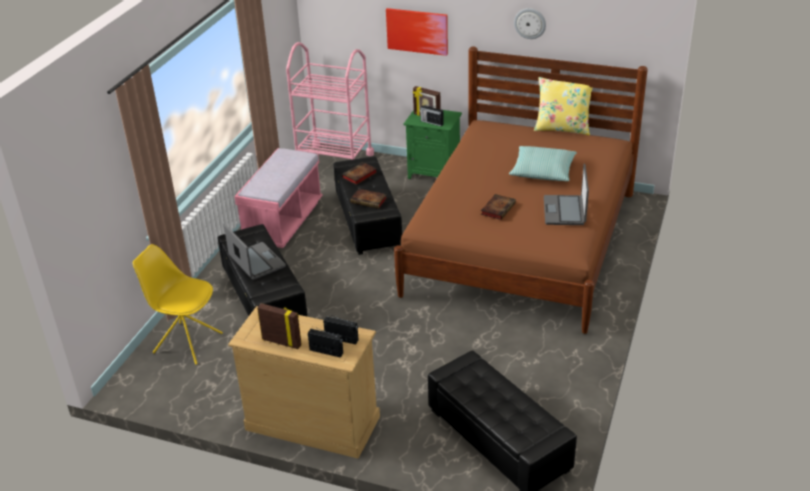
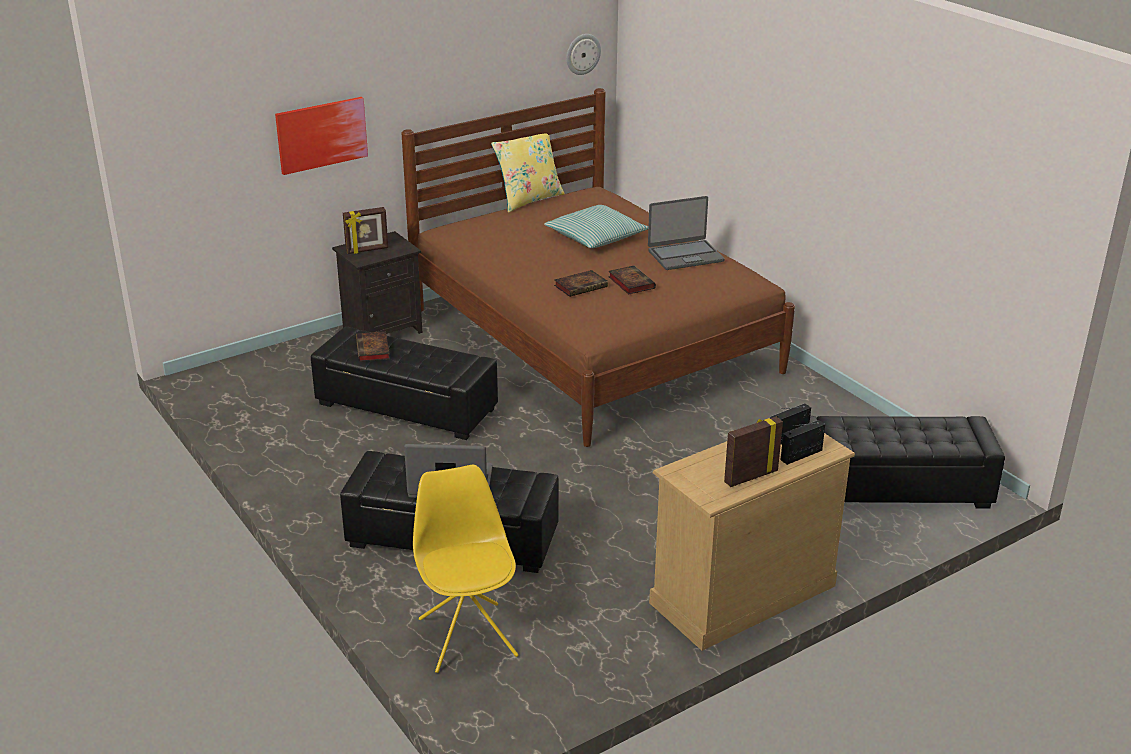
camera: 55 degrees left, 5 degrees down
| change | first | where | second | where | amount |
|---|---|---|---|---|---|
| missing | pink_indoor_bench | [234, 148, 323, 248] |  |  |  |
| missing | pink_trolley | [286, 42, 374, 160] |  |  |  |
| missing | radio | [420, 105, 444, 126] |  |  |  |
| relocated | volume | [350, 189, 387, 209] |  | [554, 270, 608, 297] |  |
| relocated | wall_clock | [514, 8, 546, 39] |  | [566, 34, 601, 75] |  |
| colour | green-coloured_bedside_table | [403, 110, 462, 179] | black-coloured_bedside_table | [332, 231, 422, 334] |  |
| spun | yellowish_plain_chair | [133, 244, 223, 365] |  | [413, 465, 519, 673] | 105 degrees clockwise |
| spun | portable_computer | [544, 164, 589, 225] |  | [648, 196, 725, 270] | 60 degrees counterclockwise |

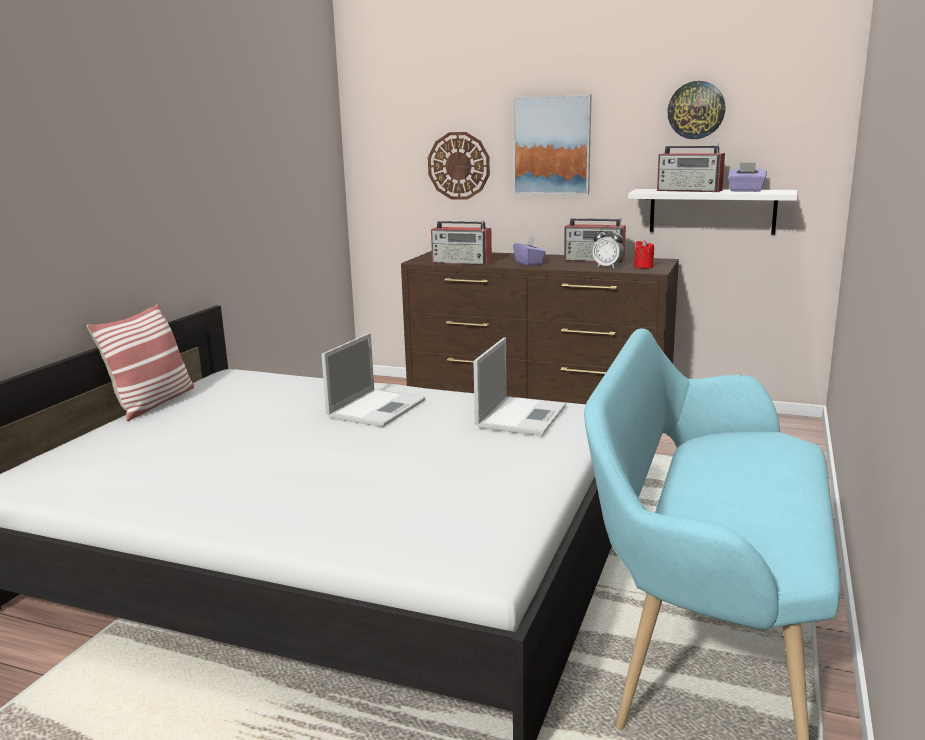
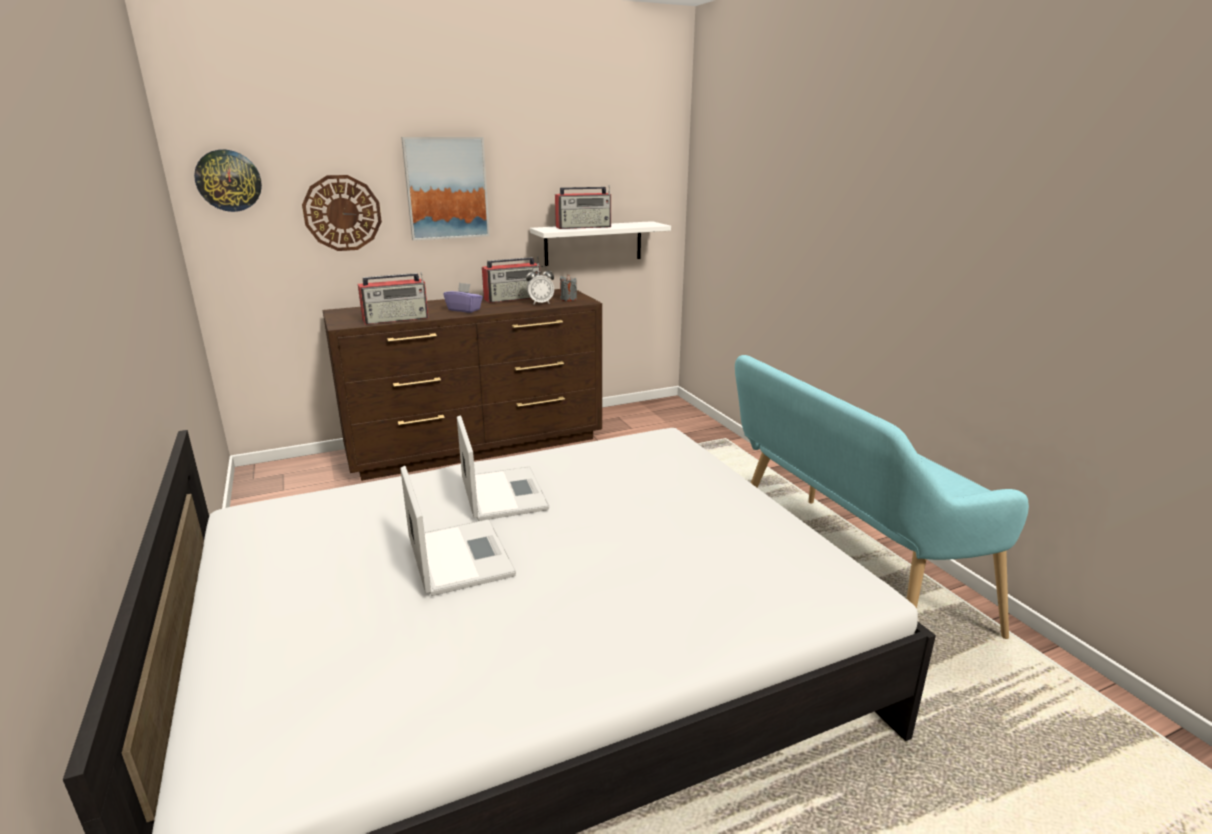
camera: 45 degrees left, 5 degrees up
| change | first | where | second | where | amount |
|---|---|---|---|---|---|
| missing | pillow | [87, 304, 194, 421] |  |  |  |
| missing | purple_tissue_holder | [728, 162, 767, 192] |  |  |  |
| relocated | portable_computer | [473, 337, 566, 436] |  | [400, 466, 516, 596] |  |
| relocated | wall_clock | [667, 81, 726, 139] |  | [194, 150, 262, 212] |  |
| colour | red_wax_candle | [634, 240, 654, 269] | gray_wax_candle | [560, 275, 577, 301] |  |

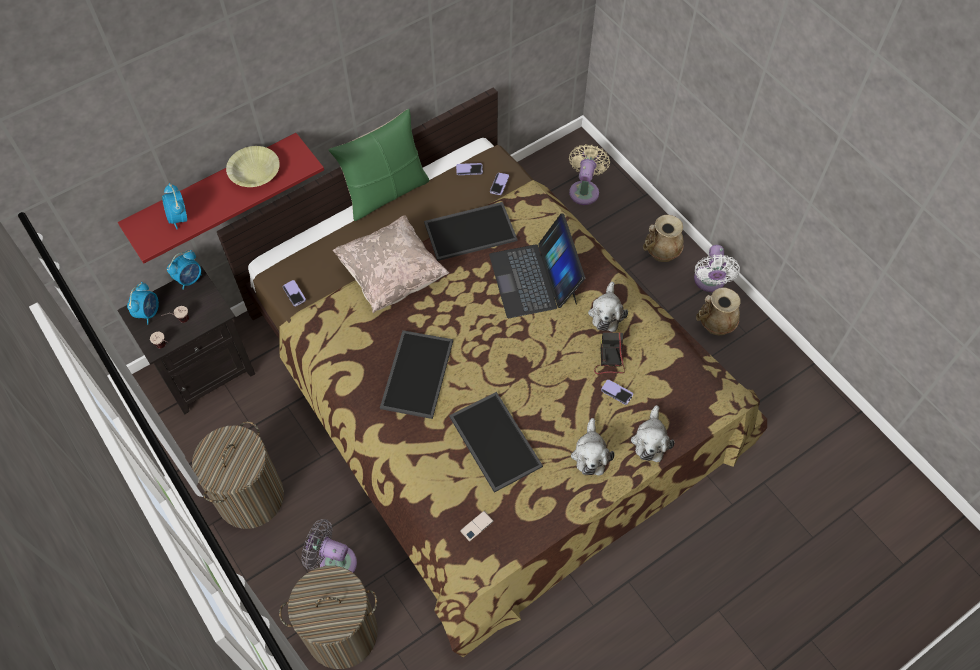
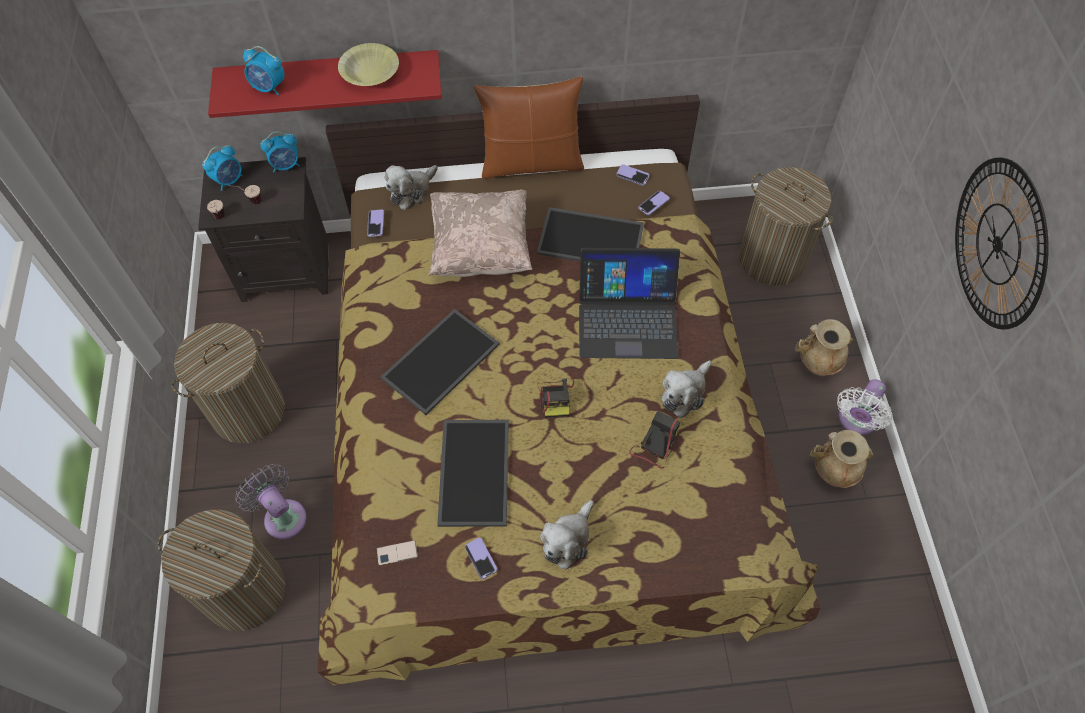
camera: 30 degrees right, 0 degrees up
| change | first | where | second | where | amount |
|---|---|---|---|---|---|
| appeared |  |  | photo_camera | [538, 379, 574, 418] |  |
| appeared |  |  | wall_clock | [955, 158, 1049, 329] |  |
| relocated | telephone | [601, 380, 633, 405] |  | [465, 538, 497, 579] |  |
| relocated | plush_toy | [631, 405, 675, 462] |  | [385, 165, 438, 210] |  |
| exchanged | sand-coloured_cooling_fan | [569, 144, 610, 205] | laundry_basket | [739, 167, 833, 286] |  |
| colour | green-coloured_pillow | [329, 108, 430, 221] | brown-coloured_pillow | [473, 76, 584, 179] |  |
| spun | table_clock | [162, 183, 187, 229] |  | [243, 46, 285, 95] | 75 degrees counterclockwise |
| spun | portable_computer | [489, 213, 585, 318] |  | [579, 248, 680, 359] | 105 degrees counterclockwise |

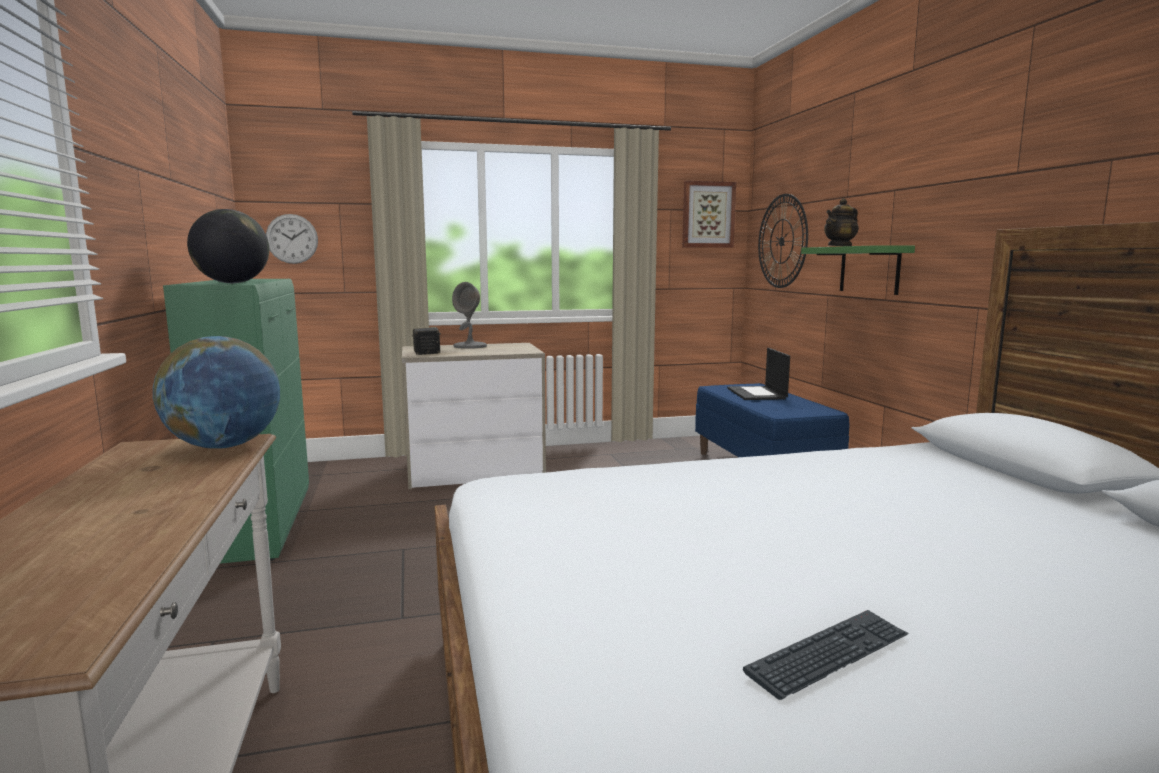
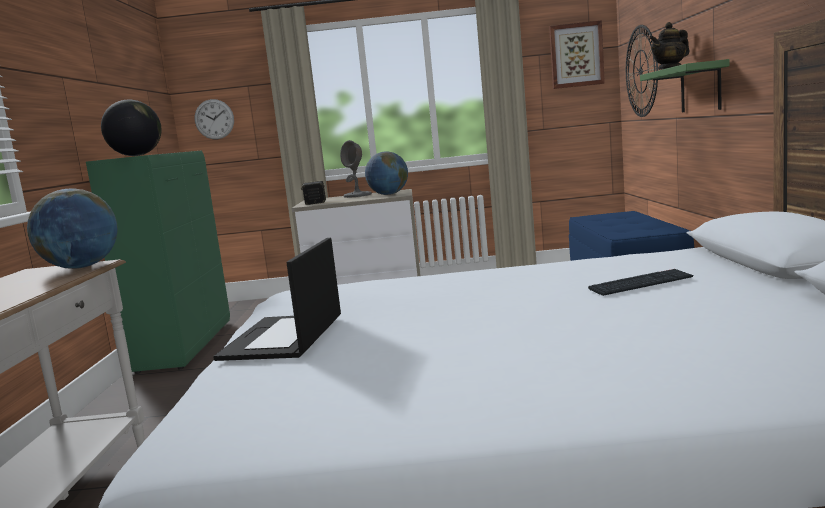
camera: 15 degrees right, 0 degrees up
| change | first | where | second | where | amount |
|---|---|---|---|---|---|
| appeared |  |  | desk_globe | [365, 152, 408, 195] |  |
| relocated | portable_computer | [727, 348, 790, 400] |  | [213, 238, 341, 361] |  |
| relocated | PC_keyboard | [743, 610, 909, 700] |  | [588, 269, 694, 296] |  |

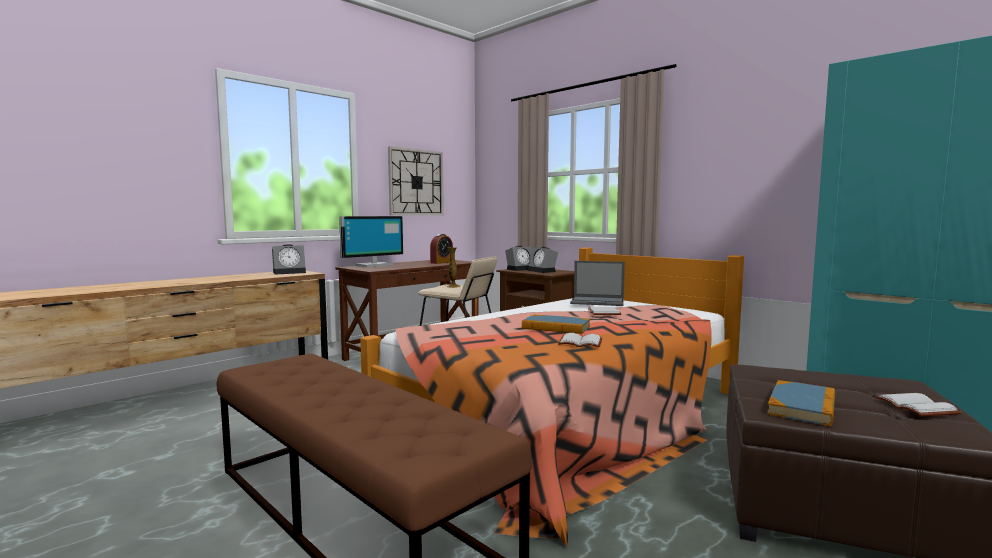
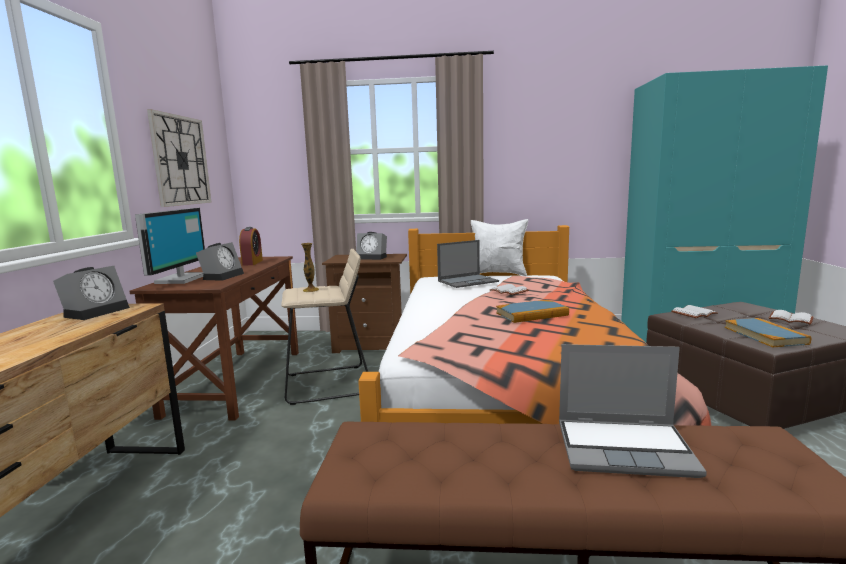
camera: 40 degrees left, 5 degrees up
| change | first | where | second | where | amount |
|---|---|---|---|---|---|
| appeared |  |  | whitish_pillow | [471, 219, 528, 276] |  |
| appeared |  |  | portable_computer | [559, 344, 707, 478] |  |
| relocated | table_clock | [505, 246, 532, 271] |  | [196, 242, 244, 281] |  |
| relocated | whitish_volume | [558, 333, 602, 347] |  | [671, 305, 718, 318] |  |

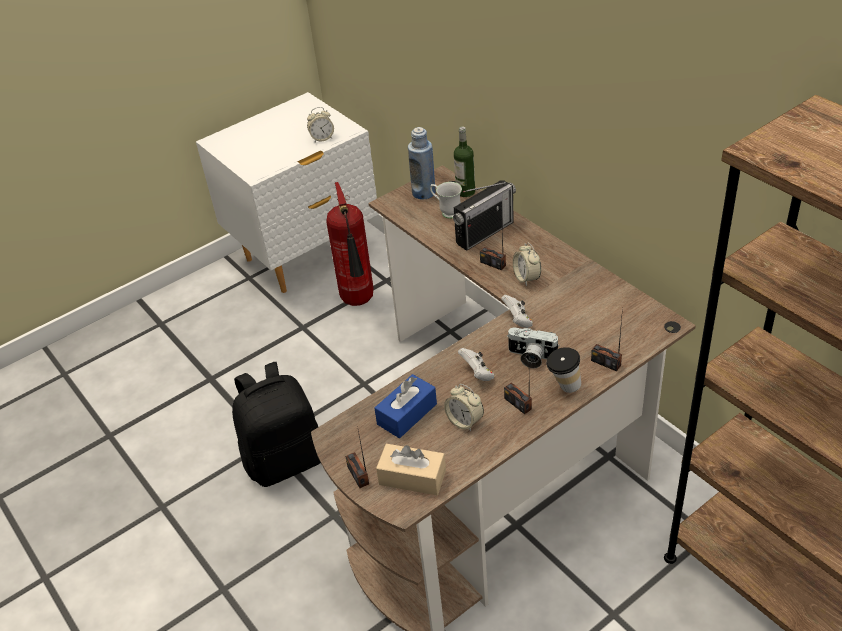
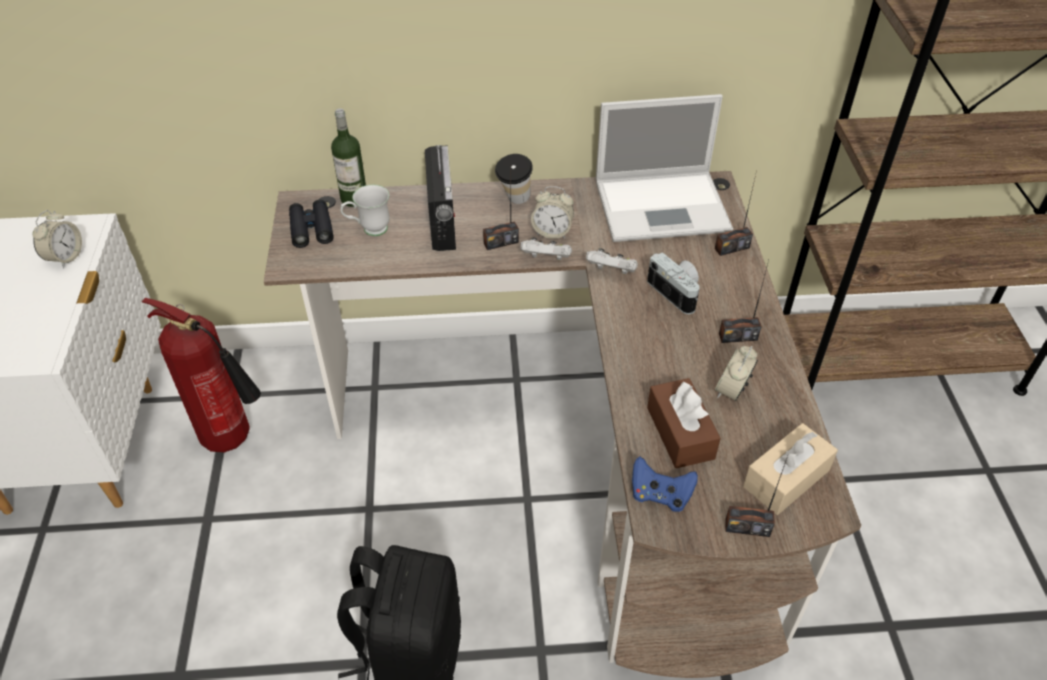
camera: 60 degrees left, 5 degrees up
| change | first | where | second | where | amount |
|---|---|---|---|---|---|
| appeared |  |  | portable_computer | [596, 94, 733, 242] |  |
| appeared |  |  | blue-coloured_game_controller | [632, 457, 698, 512] |  |
| relocated | whitish_game_controller | [458, 348, 494, 381] |  | [520, 237, 572, 261] |  |
| relocated | drinking_cup | [546, 347, 581, 393] |  | [495, 154, 533, 204] |  |
| exchanged | blue-coloured_bottle | [408, 127, 436, 200] | black-coloured_pair_of_binoculars | [289, 200, 334, 248] |  |
| colour | blue-coloured_tissue_holder | [374, 374, 437, 438] | brown-coloured_tissue_holder | [647, 378, 721, 468] |  |
| spun | table_clock | [444, 384, 484, 431] |  | [714, 346, 758, 401] | 135 degrees clockwise |
| spun | photo_camera | [507, 327, 560, 368] |  | [647, 252, 700, 314] | 90 degrees counterclockwise |

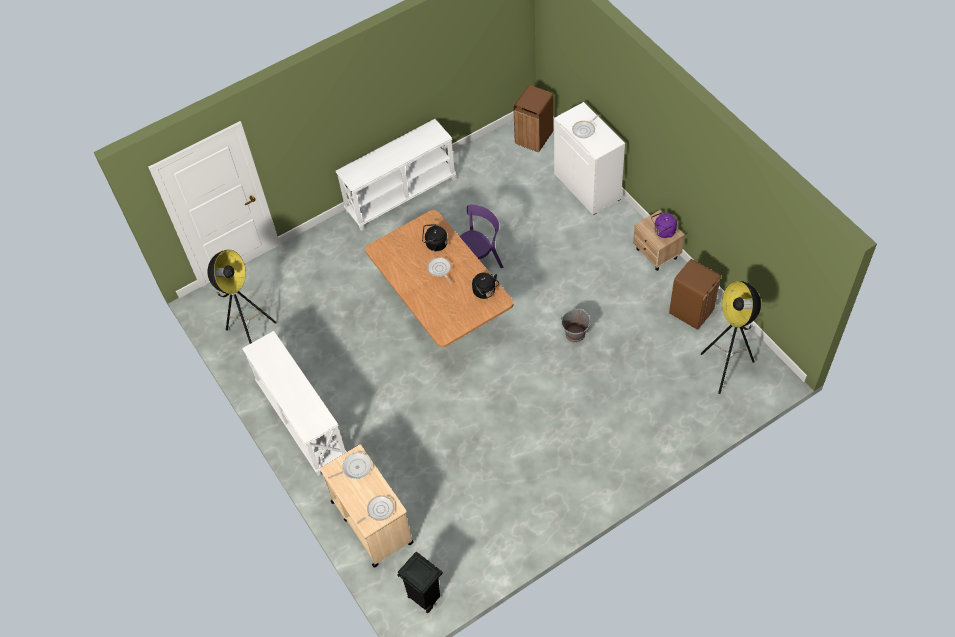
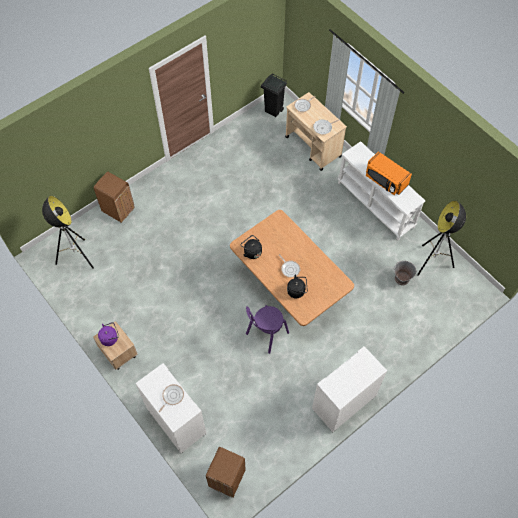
camera: 170 degrees right, 5 degrees up
| change | first | where | second | where | amount |
|---|---|---|---|---|---|
| appeared |  |  | orange-coloured_kitchen_microwave | [366, 151, 412, 195] |  |
| relocated | gray_pail | [560, 309, 591, 343] |  | [393, 261, 418, 285] |  |
| relocated | brown-coloured_waste_bin | [669, 259, 721, 330] |  | [94, 171, 135, 223] |  |
| exchanged | whitish_narrow_table | [336, 119, 456, 231] | whitish_storage_cabinet | [312, 347, 387, 433] |  |

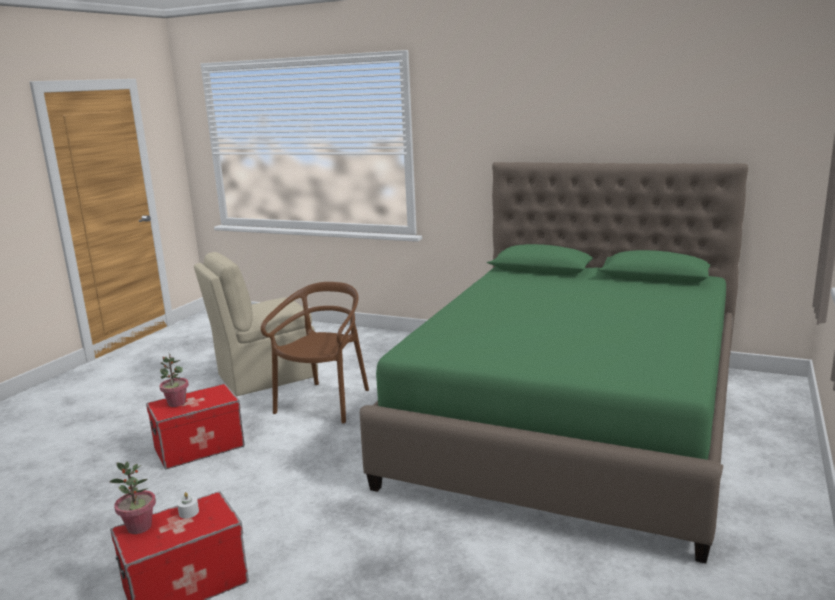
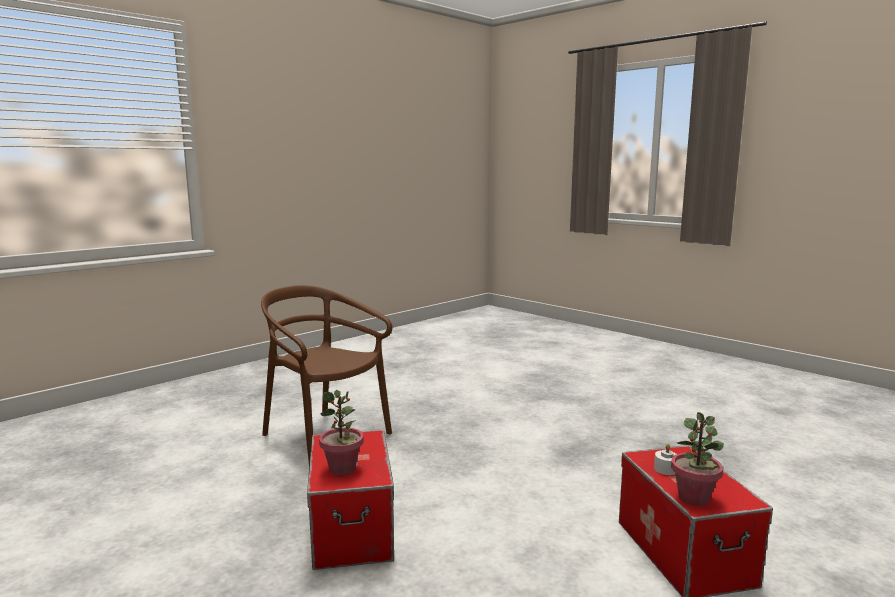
camera: 70 degrees left, 5 degrees down
| change | first | where | second | where | amount |
|---|---|---|---|---|---|
| missing | sand-coloured_plain_chair | [194, 252, 318, 396] |  |  |  |
| missing | green-coloured_bed | [359, 162, 748, 563] |  |  |  |

